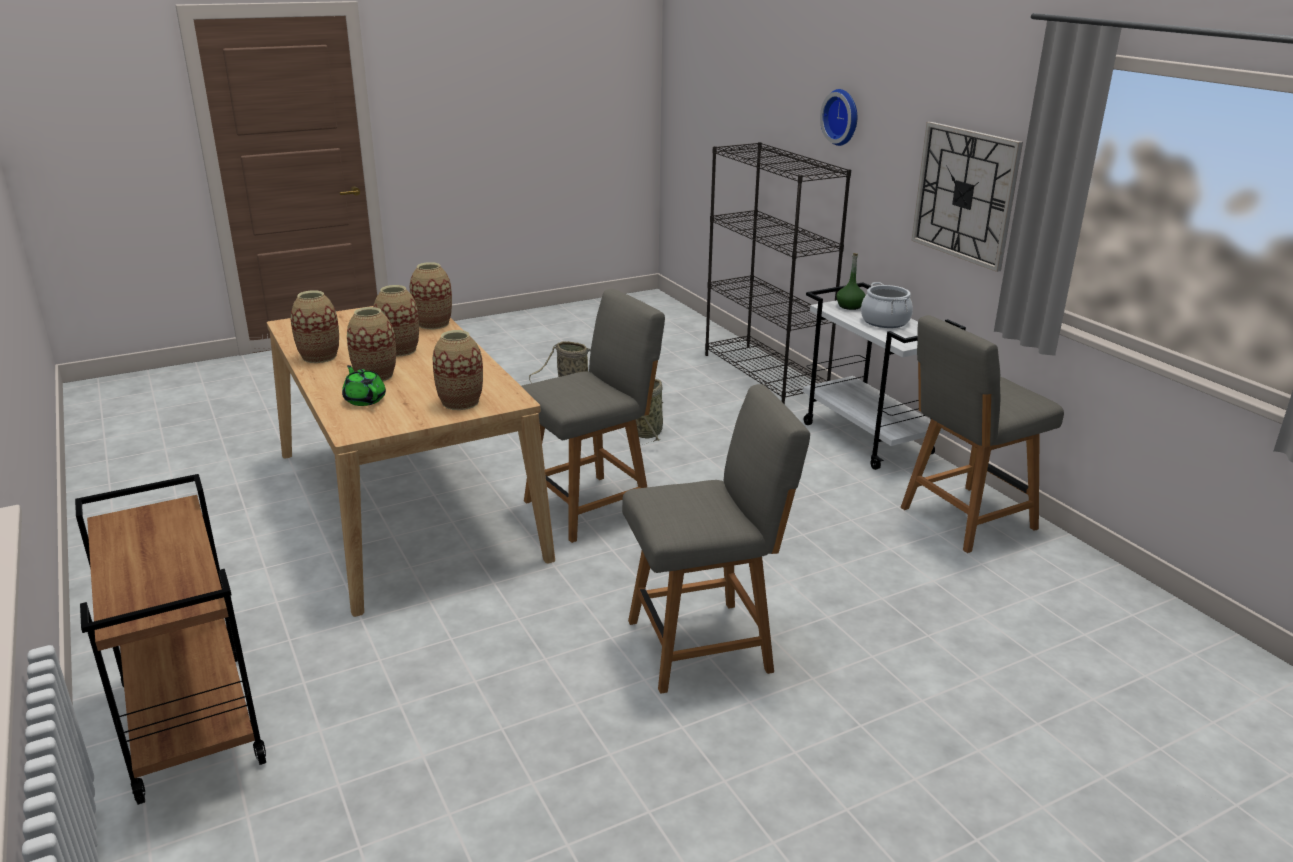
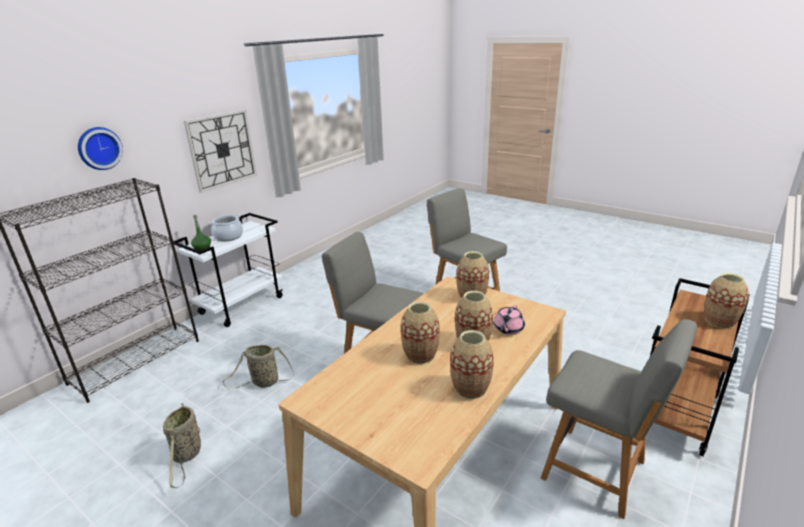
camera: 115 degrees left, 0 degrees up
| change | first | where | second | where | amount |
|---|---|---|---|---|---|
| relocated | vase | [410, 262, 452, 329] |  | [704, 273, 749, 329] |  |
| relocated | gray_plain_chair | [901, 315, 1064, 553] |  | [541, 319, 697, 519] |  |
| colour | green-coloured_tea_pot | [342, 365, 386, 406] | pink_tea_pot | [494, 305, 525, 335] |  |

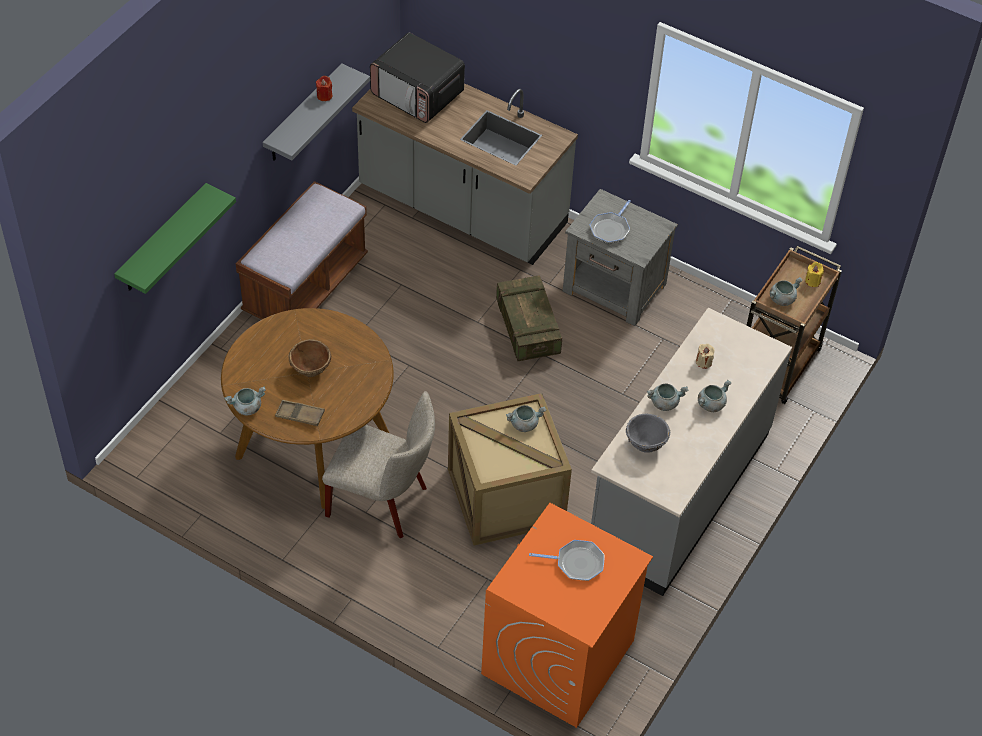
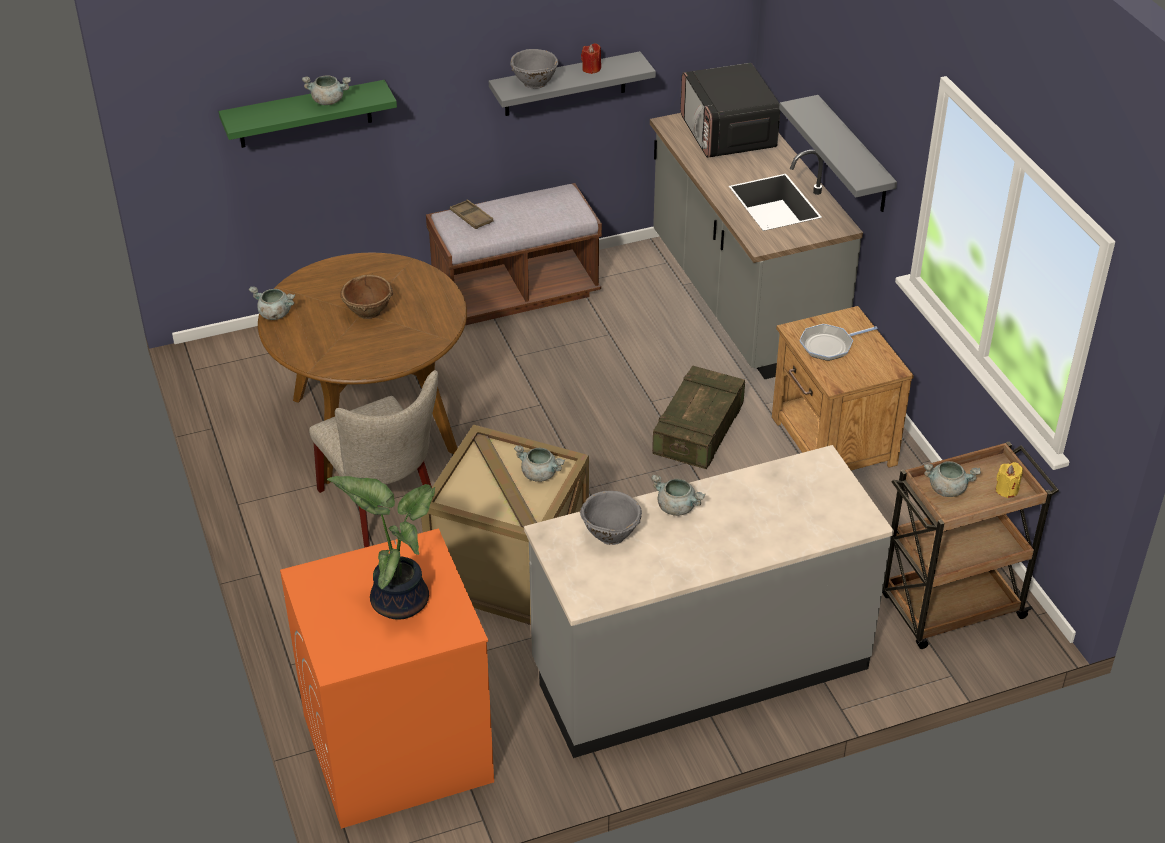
camera: 40 degrees right, 10 degrees down
| change | first | where | second | where | amount |
|---|---|---|---|---|---|
| missing | sand-coloured_wax_candle | [696, 344, 714, 369] |  |  |  |
| appeared |  |  | gray_deep_dish | [510, 49, 559, 89] |  |
| appeared |  |  | gray_bracket_shelf | [779, 95, 897, 212] |  |
| relocated | brown-coloured_serving_tray | [275, 400, 325, 426] |  | [450, 200, 494, 229] |  |
| relocated | gray_cooking_pot | [698, 380, 731, 412] |  | [302, 75, 351, 105] |  |
| exchanged | skillet | [529, 540, 605, 581] | plant_in_a_pot | [327, 476, 435, 620] |  |
| colour | gray_bedside_table | [563, 189, 678, 326] | brown-coloured_bedside_table | [772, 306, 914, 470] |  |

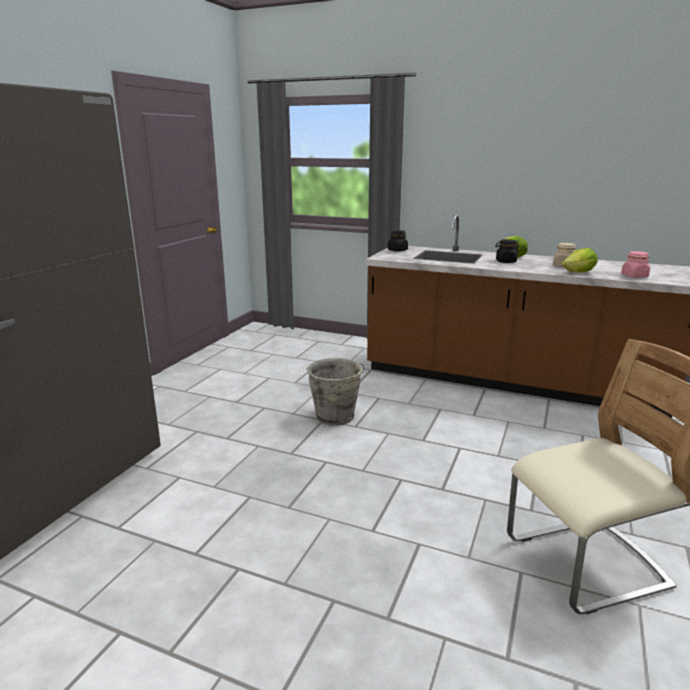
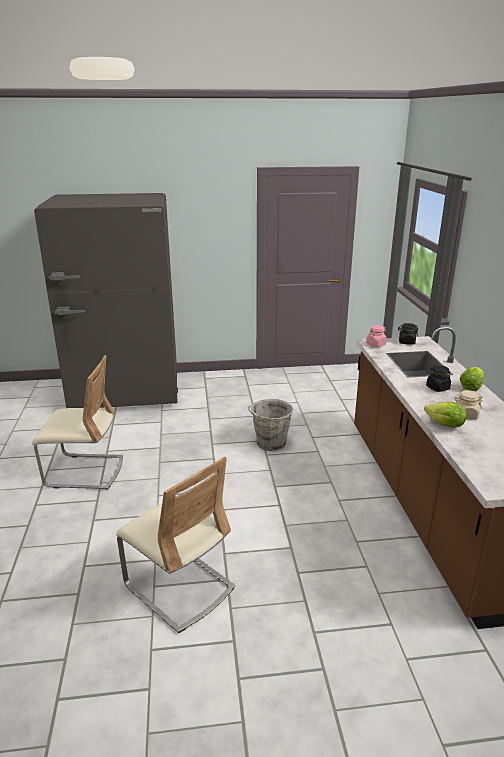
camera: 60 degrees right, 5 degrees up
| change | first | where | second | where | amount |
|---|---|---|---|---|---|
| appeared |  |  | sand-coloured_plain_chair | [32, 355, 123, 490] |  |
| relocated | pink_jar | [621, 251, 650, 278] |  | [366, 325, 387, 347] |  |

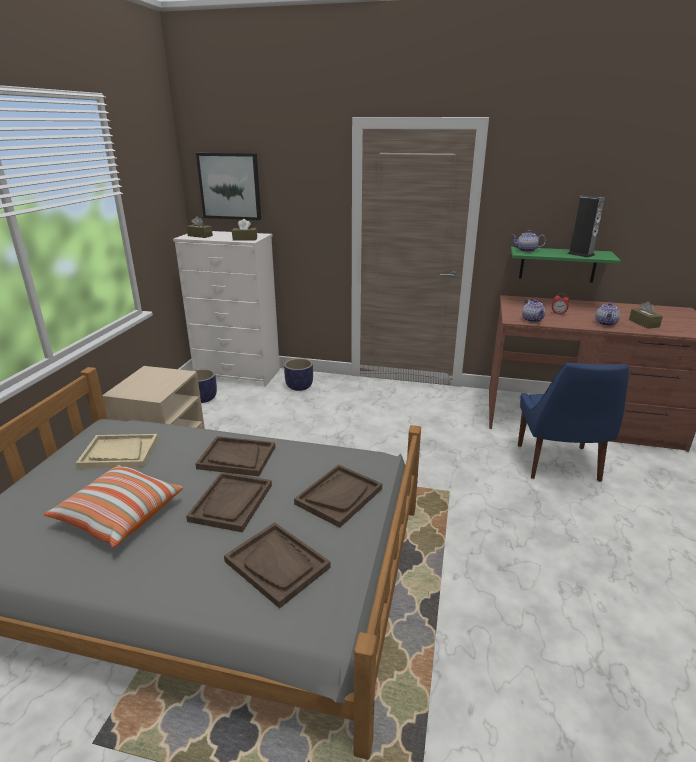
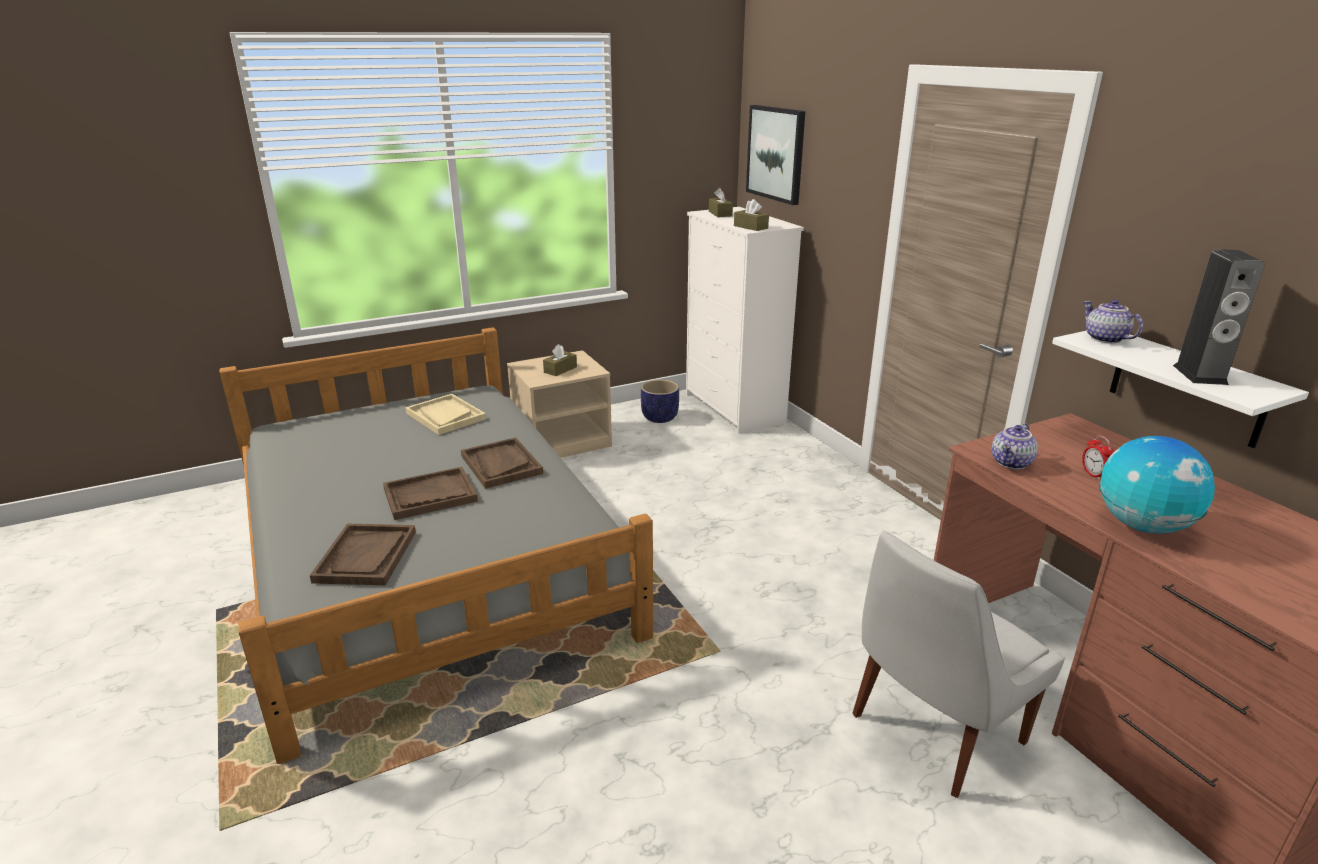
camera: 50 degrees right, 0 degrees up
| change | first | where | second | where | amount |
|---|---|---|---|---|---|
| missing | pillow | [44, 465, 183, 548] |  |  |  |
| missing | planter | [284, 358, 313, 391] |  |  |  |
| missing | brown-coloured_serving_tray | [294, 464, 382, 528] |  |  |  |
| relocated | brown-coloured_tissue_holder | [629, 301, 663, 329] |  | [543, 344, 577, 376] |  |
| exchanged | tea_pot | [595, 302, 620, 326] | desk_globe | [1099, 436, 1215, 534] |  |
| colour | green-coloured_bracket_shelf | [511, 247, 621, 283] | whitish_bracket_shelf | [1052, 331, 1309, 448] |  |
| colour | blue-coloured_plain_chair | [518, 363, 629, 482] | whitish_plain_chair | [853, 530, 1065, 798] |  |

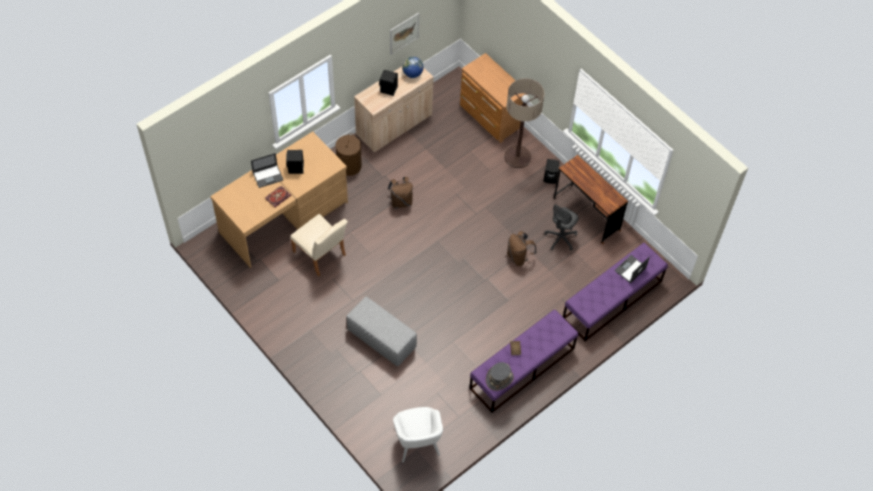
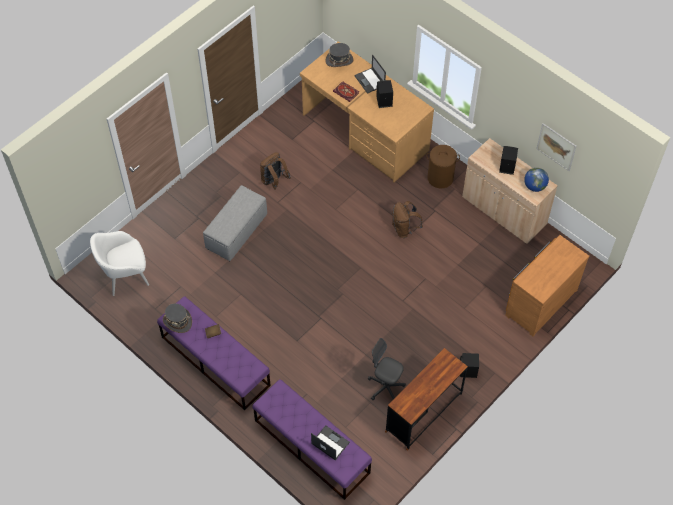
camera: 85 degrees right, 0 degrees up
| change | first | where | second | where | amount |
|---|---|---|---|---|---|
| missing | sand-coloured_plain_chair | [290, 214, 348, 276] |  |  |  |
| missing | standard_lamp | [504, 78, 544, 168] |  |  |  |
| appeared |  |  | gray_hat | [325, 43, 353, 67] |  |
| relocated | brown-coloured_knapsack | [507, 231, 537, 266] |  | [260, 152, 291, 190] |  |

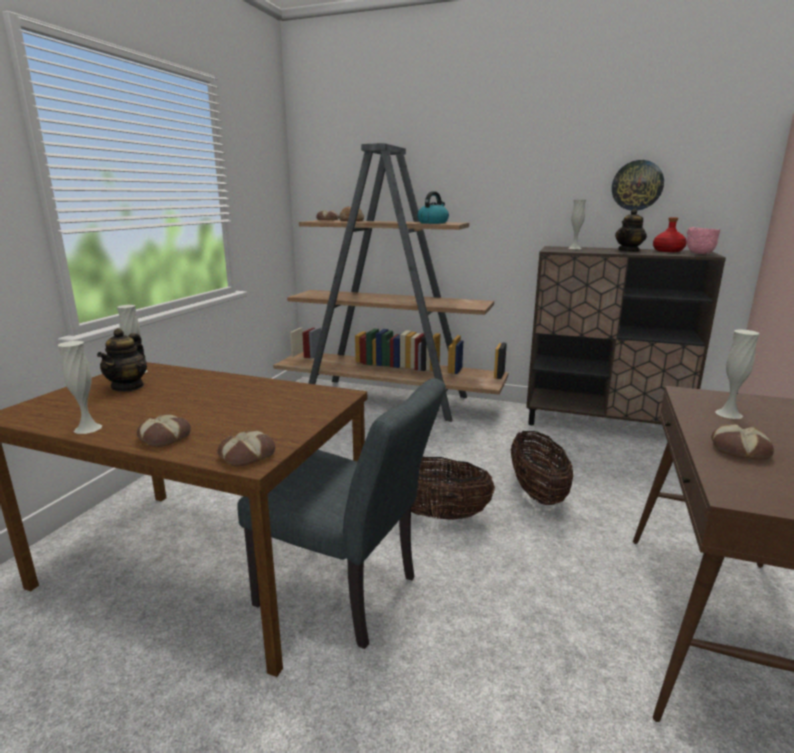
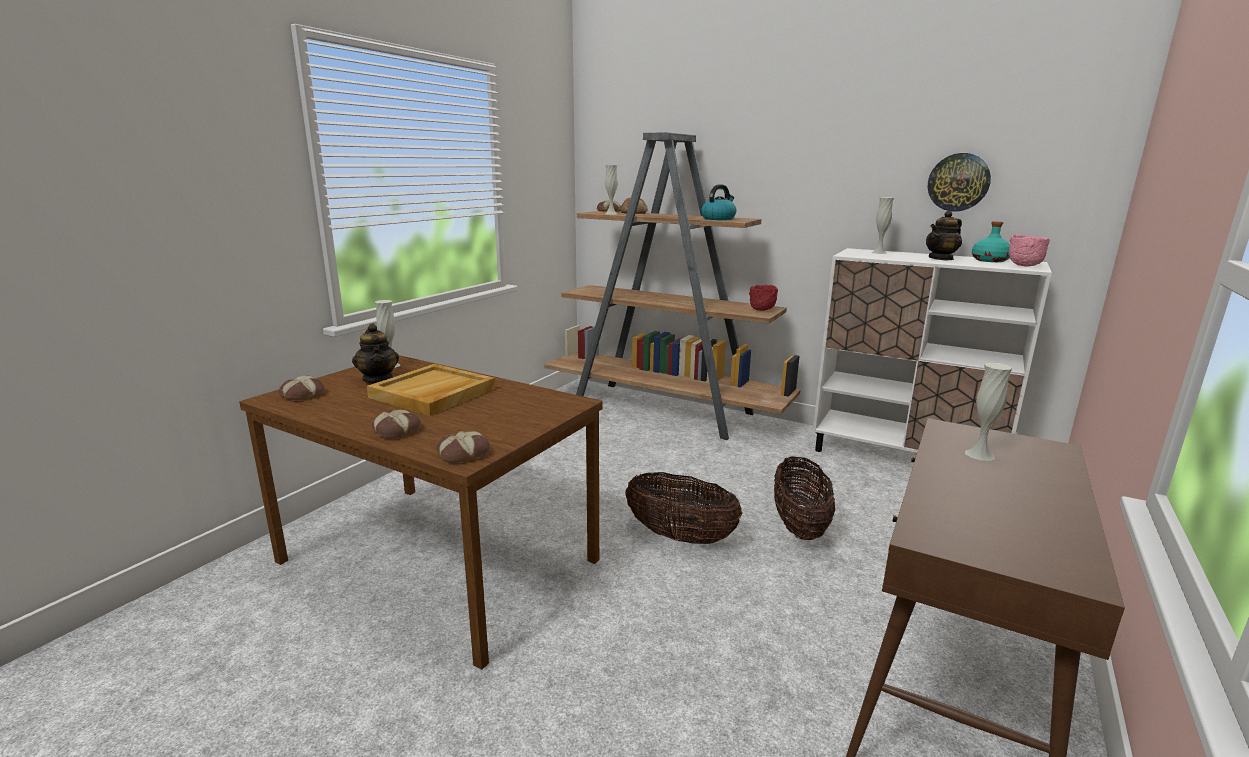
camera: 10 degrees right, 0 degrees up
| change | first | where | second | where | amount |
|---|---|---|---|---|---|
| missing | gray_plain_chair | [238, 378, 445, 649] |  |  |  |
| appeared |  |  | sand-coloured_serving_tray | [367, 364, 495, 416] |  |
| appeared |  |  | red_deep_dish | [749, 285, 778, 311] |  |
| relocated | whitish_vase | [58, 341, 103, 434] |  | [605, 165, 618, 215] |  |
| relocated | bread | [711, 424, 774, 460] |  | [279, 375, 324, 400] |  |
| colour | brown-coloured_storage_cabinet | [526, 246, 726, 425] | whitish_storage_cabinet | [813, 248, 1052, 453] |  |
| colour | red_bottle | [653, 217, 687, 252] | turquoise-coloured_bottle | [972, 221, 1010, 262] |  |
| spun | tea_pot | [97, 328, 147, 392] |  | [352, 323, 399, 383] | 45 degrees counterclockwise |

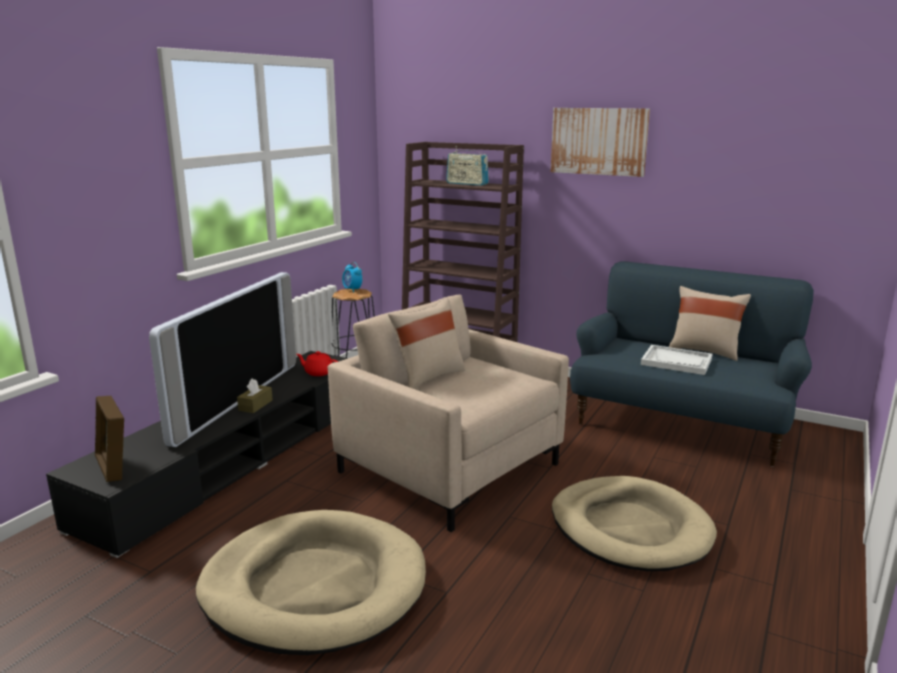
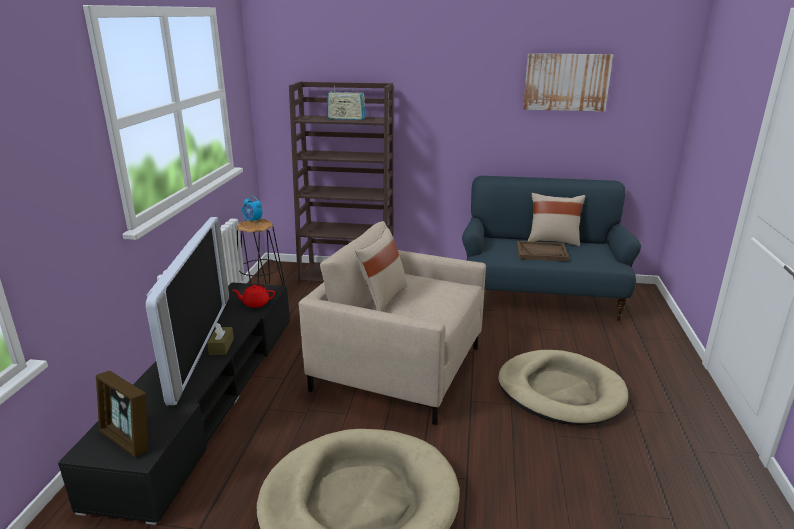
camera: 20 degrees left, 5 degrees up
| change | first | where | second | where | amount |
|---|---|---|---|---|---|
| relocated | wall_picture | [551, 108, 650, 177] |  | [523, 53, 613, 111] |  |
| colour | whitish_serving_tray | [641, 345, 712, 375] | brown-coloured_serving_tray | [517, 241, 569, 261] |  |

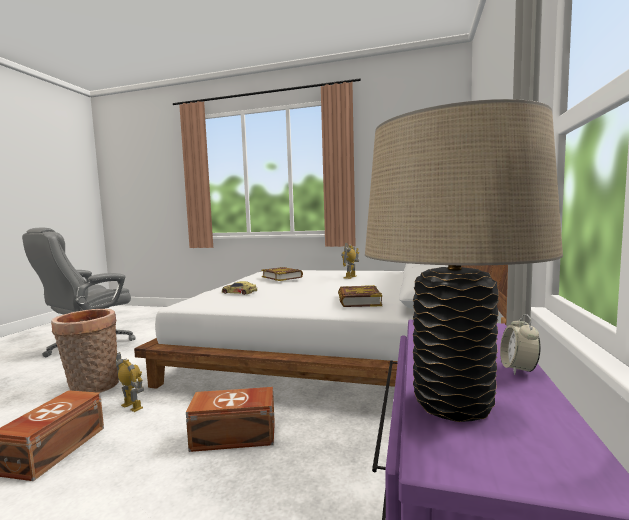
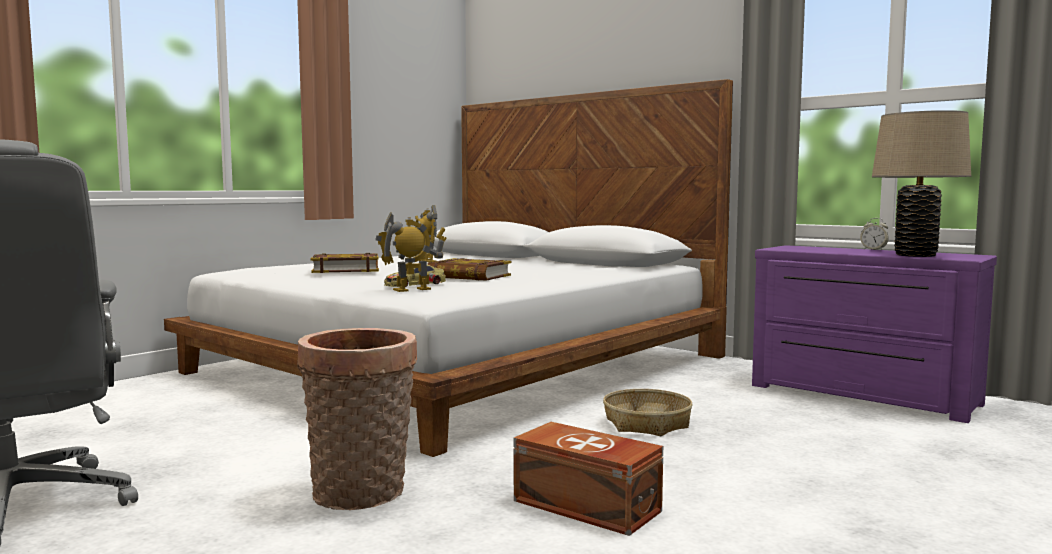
camera: 65 degrees left, 0 degrees up
| change | first | where | second | where | amount |
|---|---|---|---|---|---|
| relocated | toy_robot | [116, 352, 144, 412] |  | [375, 212, 447, 292] |  |
| relocated | volume | [338, 285, 382, 307] |  | [427, 258, 511, 281] |  |
| exchanged | brown-coloured_storage_box | [186, 387, 275, 452] | household_basket | [603, 389, 693, 436] |  |

